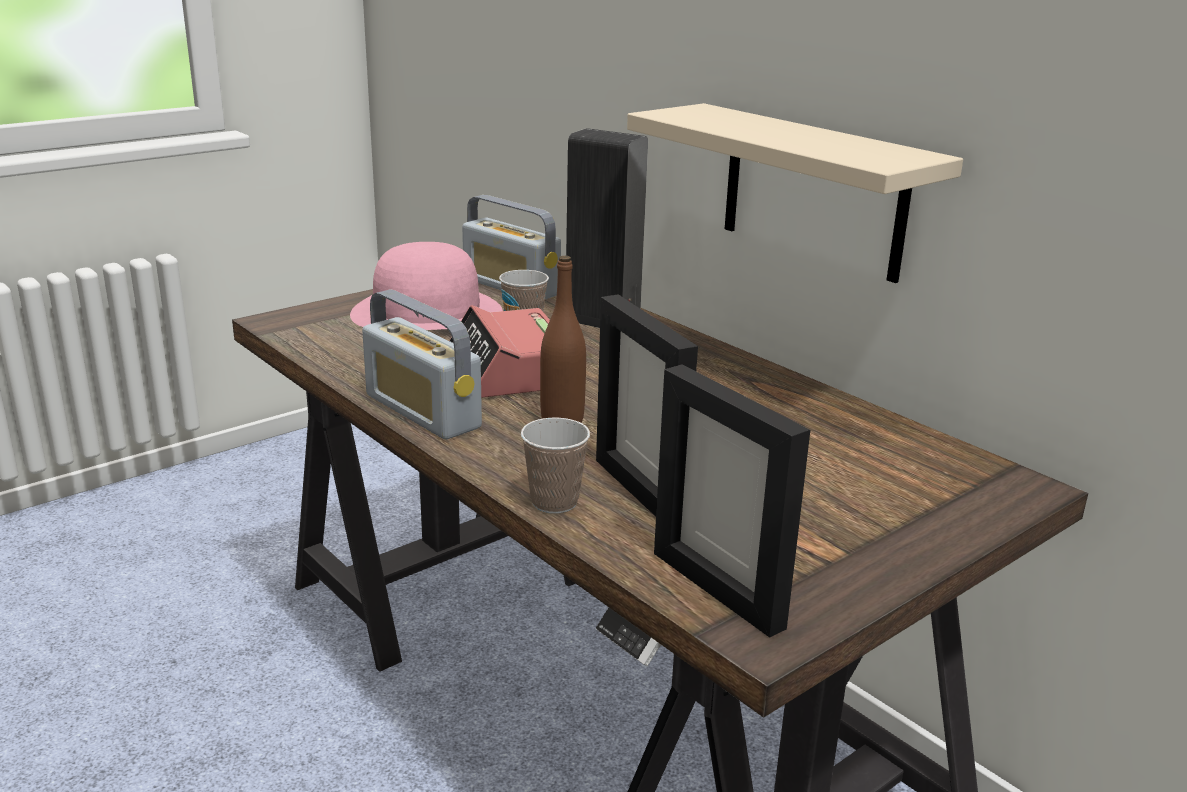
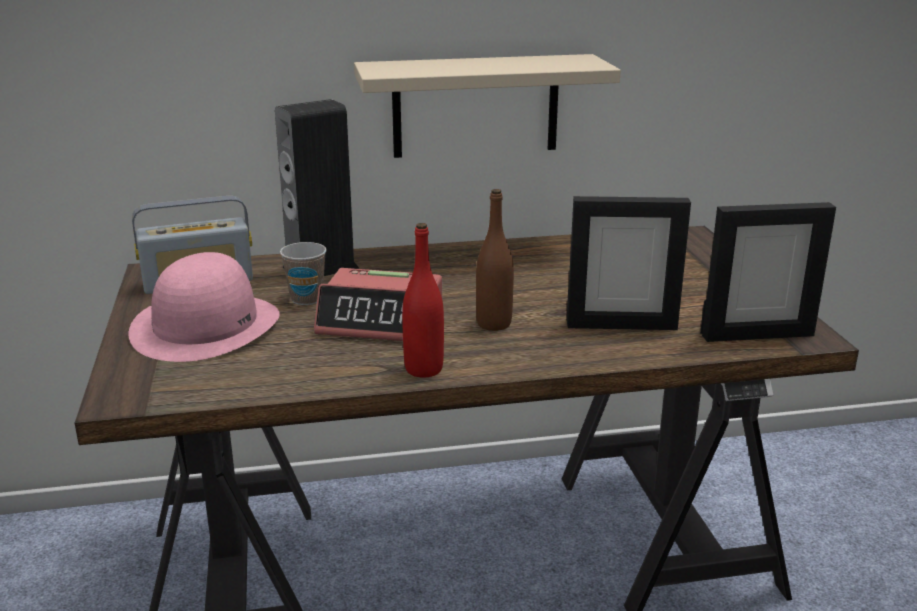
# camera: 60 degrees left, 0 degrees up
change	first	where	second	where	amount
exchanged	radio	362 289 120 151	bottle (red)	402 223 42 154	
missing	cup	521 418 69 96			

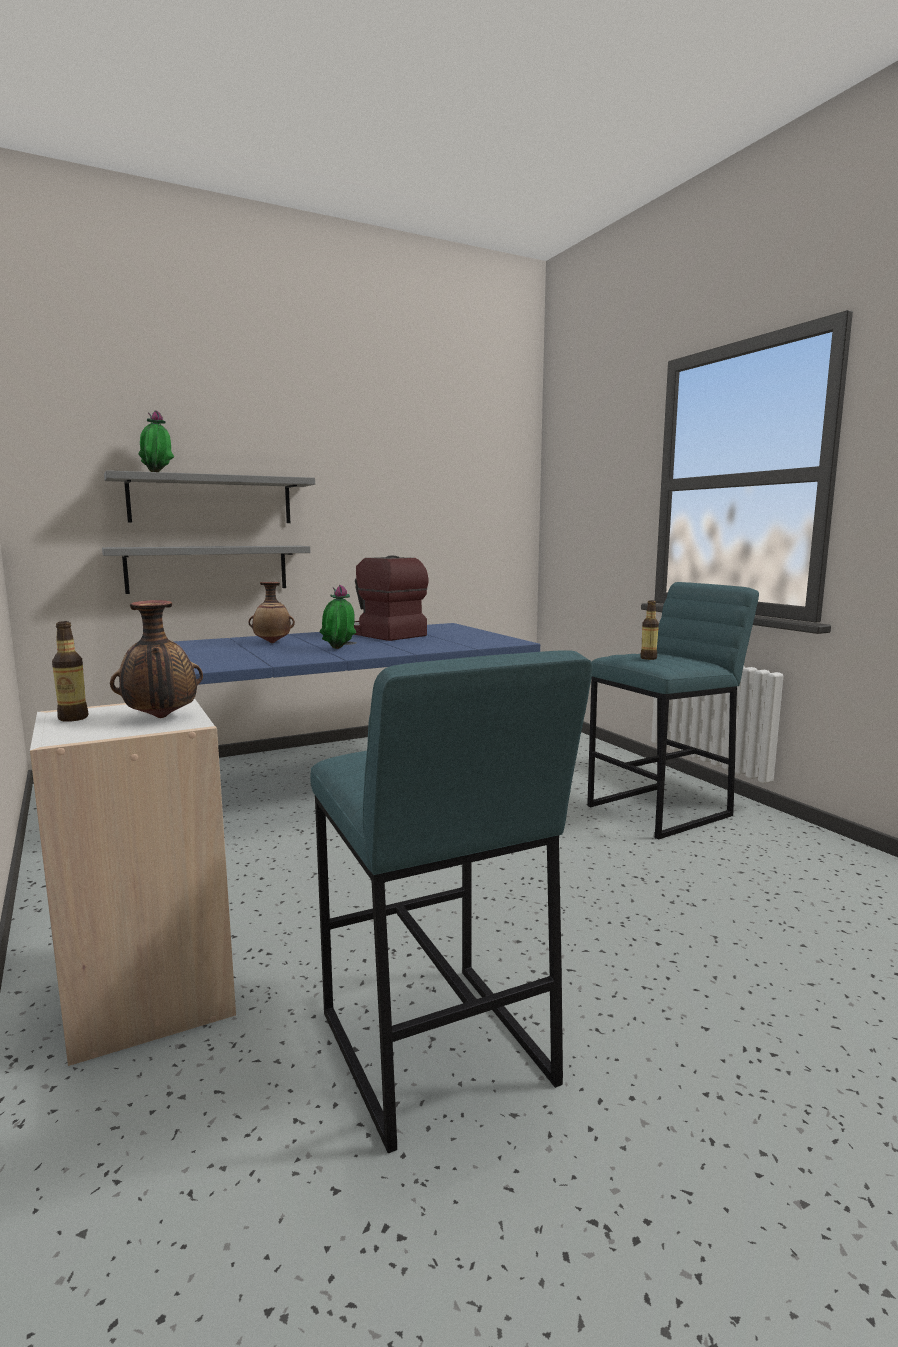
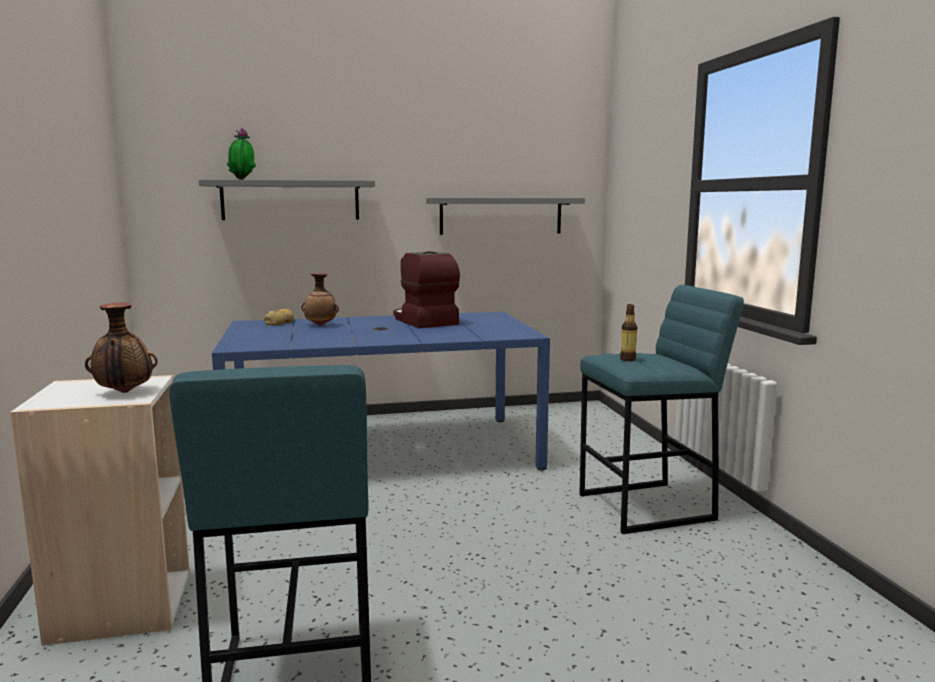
# camera: 15 degrees right, 0 degrees up
change	first	where	second	where	amount
missing	bottle	52 621 36 101			
relocated	shelf (grey)	102 546 208 48		426 198 159 37	
missing	potted plant	320 585 36 64			
appeared			bread	264 309 31 16	

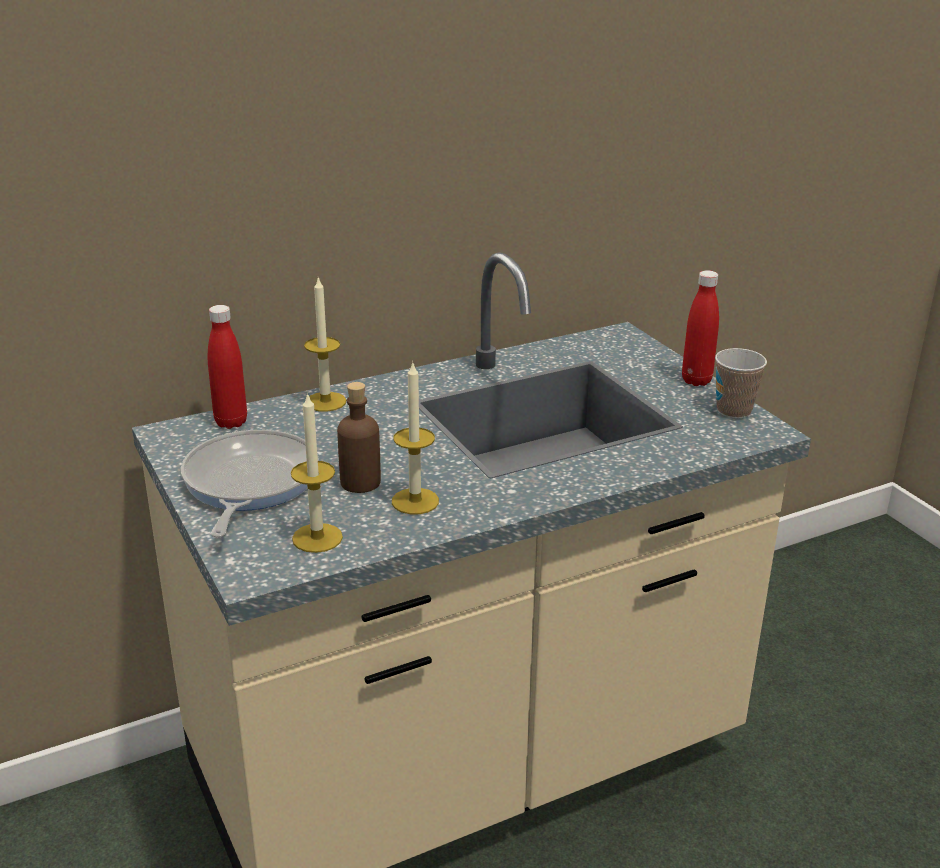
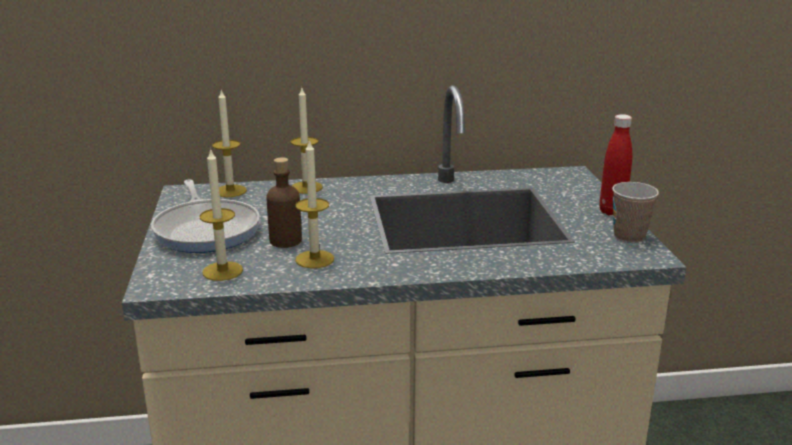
# camera: 20 degrees right, 5 degrees down
change	first	where	second	where	amount
spun	frying pan	181 430 138 108		151 179 109 74	135 degrees clockwise
exchanged	bottle (red)	208 305 39 124	candle	212 89 35 108	

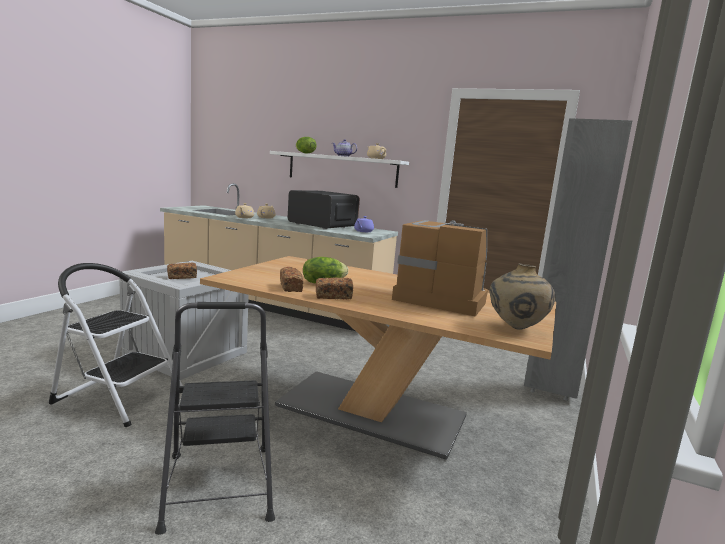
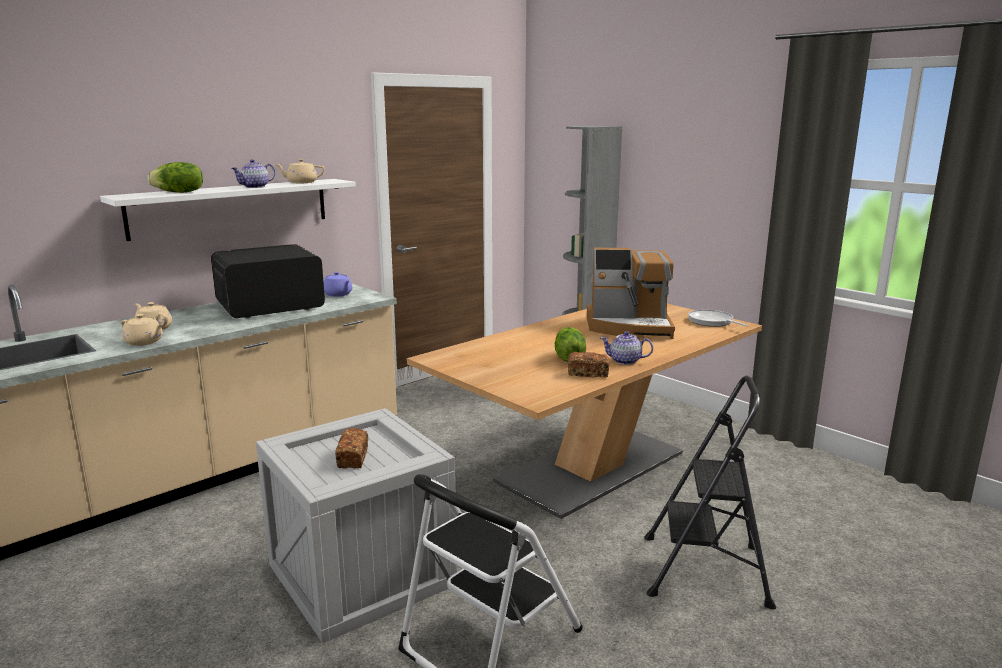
# camera: 65 degrees left, 5 degrees up
change	first	where	second	where	amount
exchanged	bread	316 278 37 21	teapot	600 331 53 34	
spun	coffee machine	392 220 96 97		587 248 88 91	135 degrees counterclockwise
exchanged	vase (beige)	489 263 66 67	frying pan	688 309 60 18	

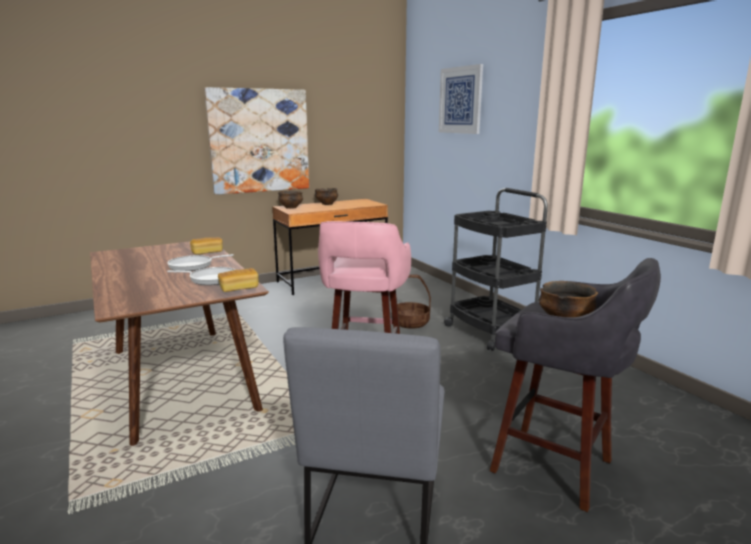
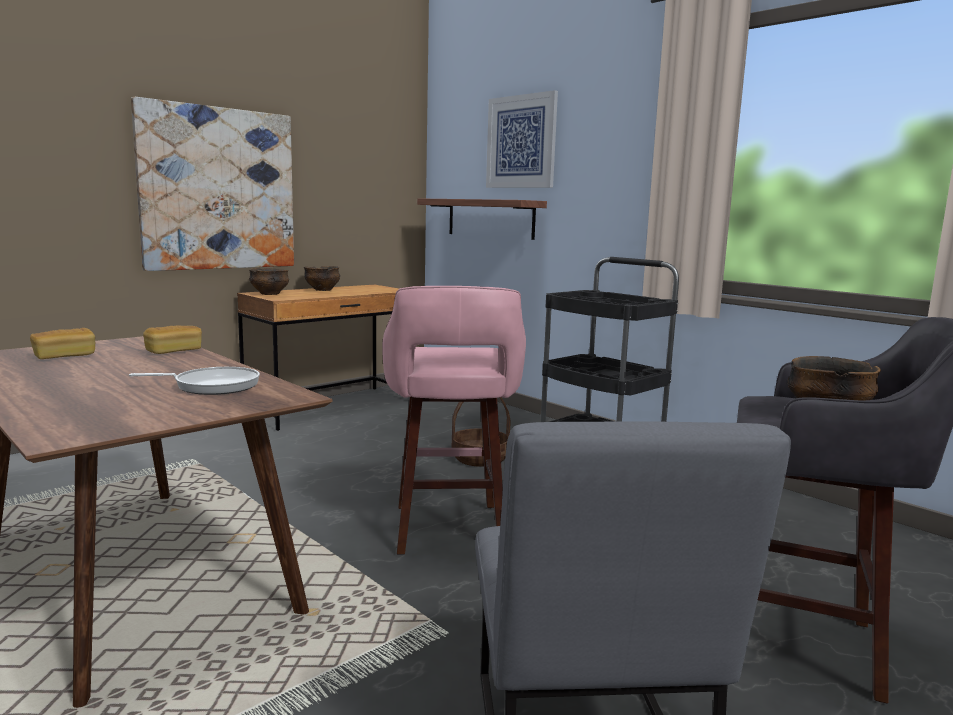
# camera: 15 degrees left, 5 degrees down
change	first	where	second	where	amount
missing	frying pan	167 254 67 17			
relocated	bread	218 268 41 24		30 328 65 31	
appeared			shelf	417 198 130 42	

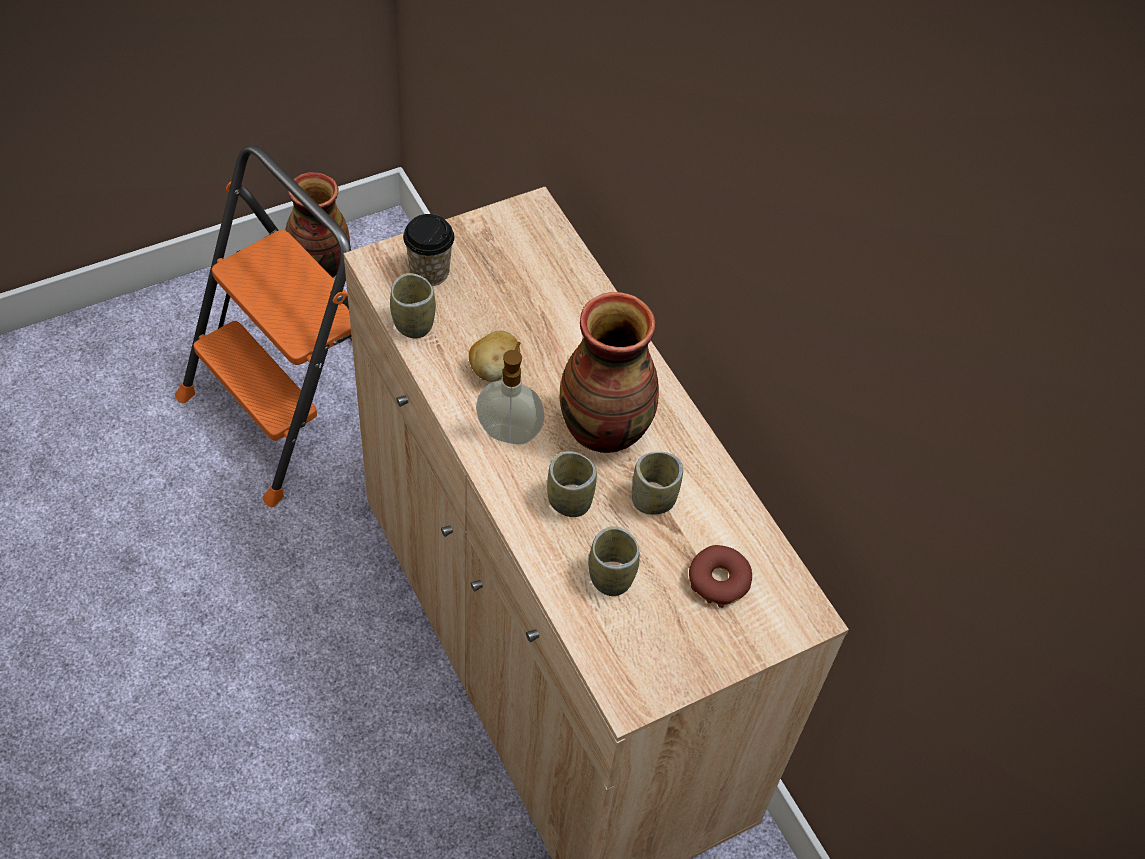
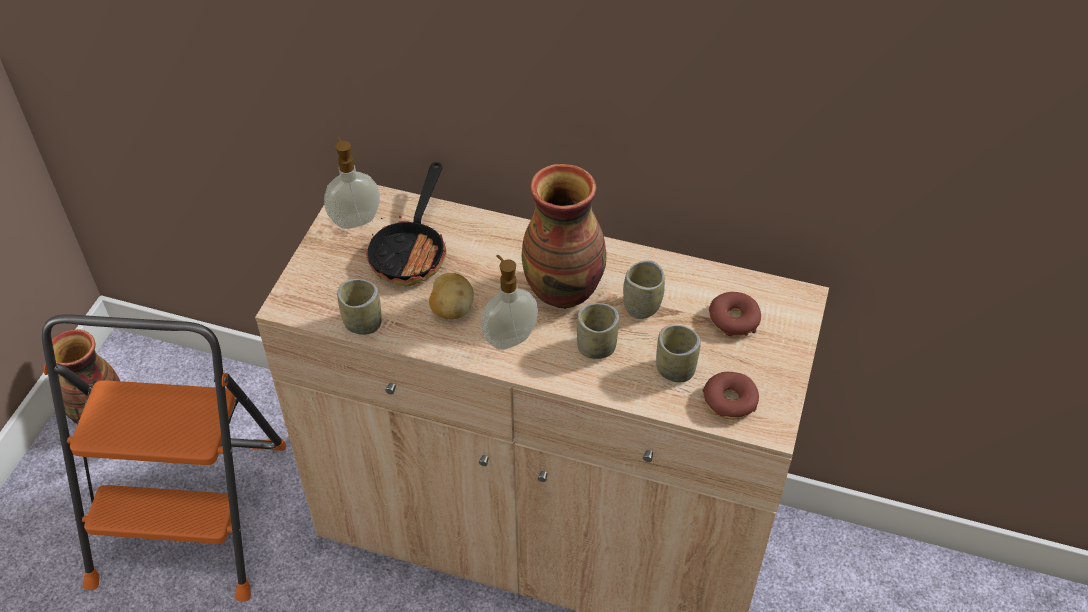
# camera: 40 degrees left, 5 degrees down
change	first	where	second	where	amount
missing	cup	403 214 51 72			
appeared			soap dispenser	324 137 56 92	
appeared			frying pan	365 162 81 124	
appeared			donut	703 372 56 47	

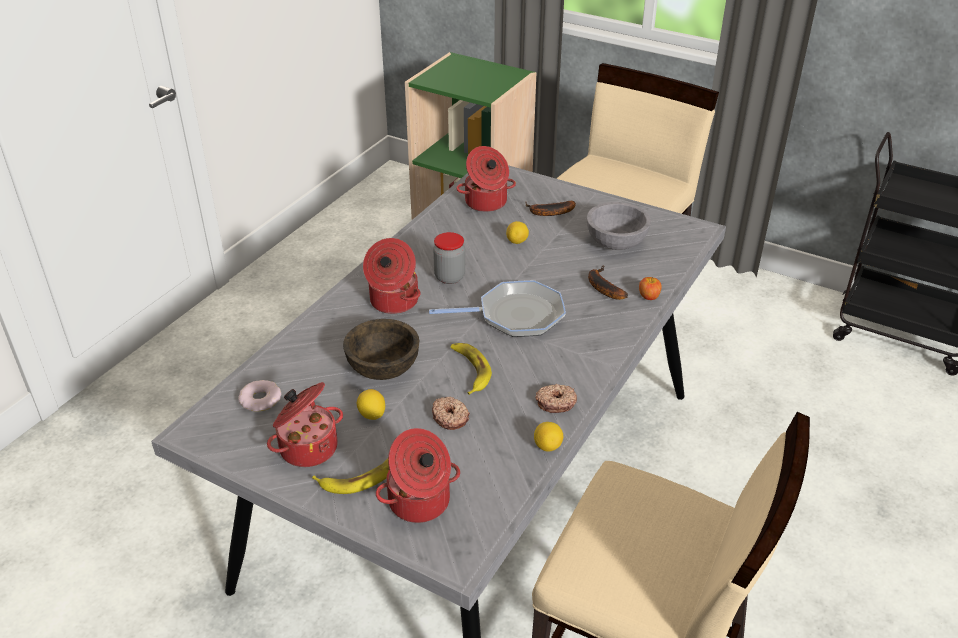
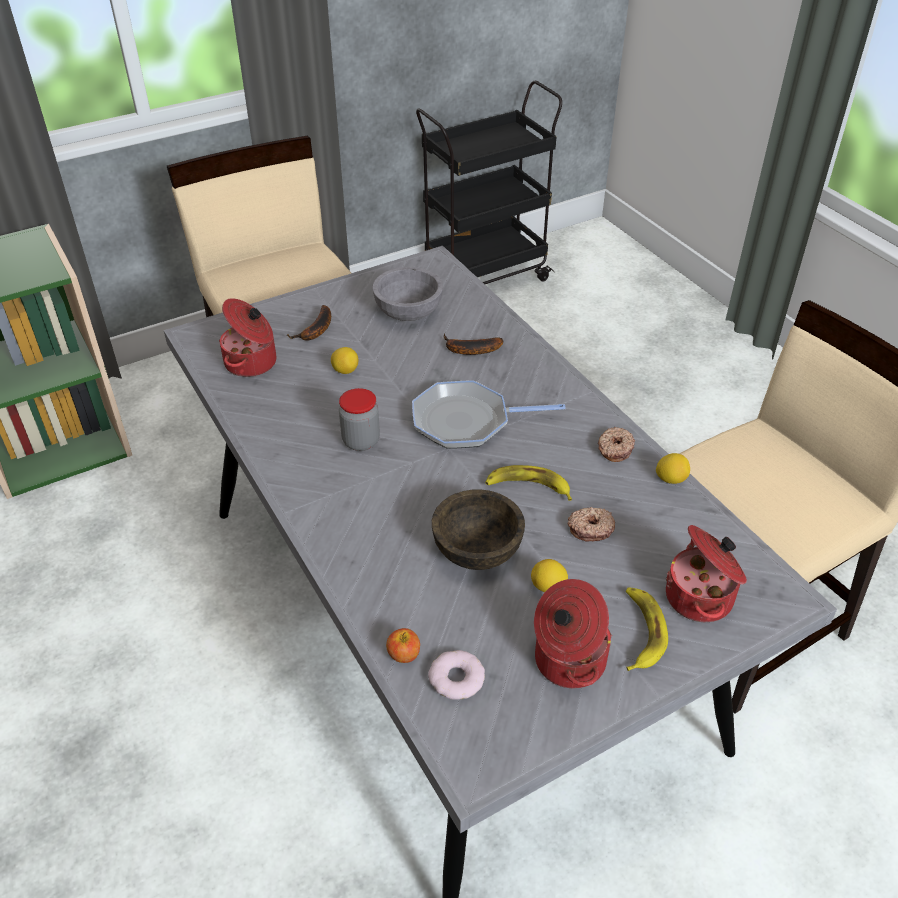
# camera: 60 degrees left, 5 degrees up
change	first	where	second	where	amount
missing	cooking pot	363 238 58 76			
spun	frying pan	429 280 137 57		412 380 154 69	120 degrees counterclockwise
relocated	apple	639 277 23 23		386 628 34 35	

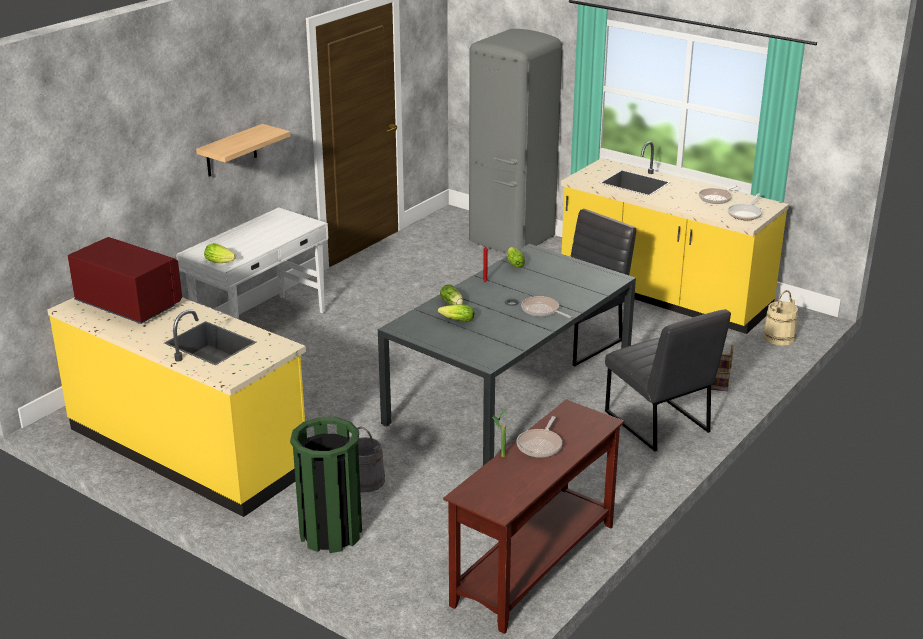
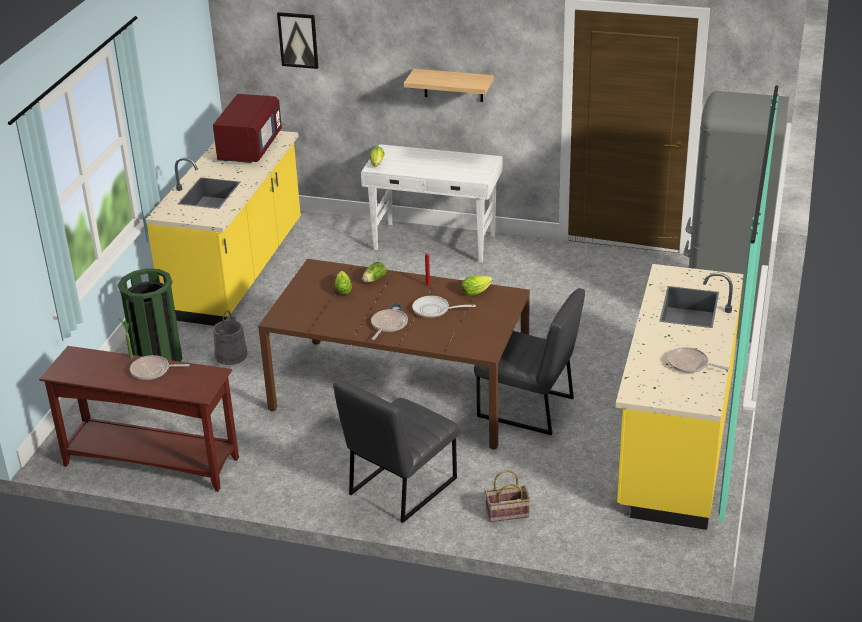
# camera: 70 degrees right, 5 degrees up
change	first	where	second	where	amount
colour	dining table (grey)	378 244 258 222	dining table (brown)	258 259 272 190	
relocated	frying pan	728 193 34 27		412 296 64 22	
missing	bucket (beige)	763 290 35 56			
appeared			picture	277 12 42 57	

